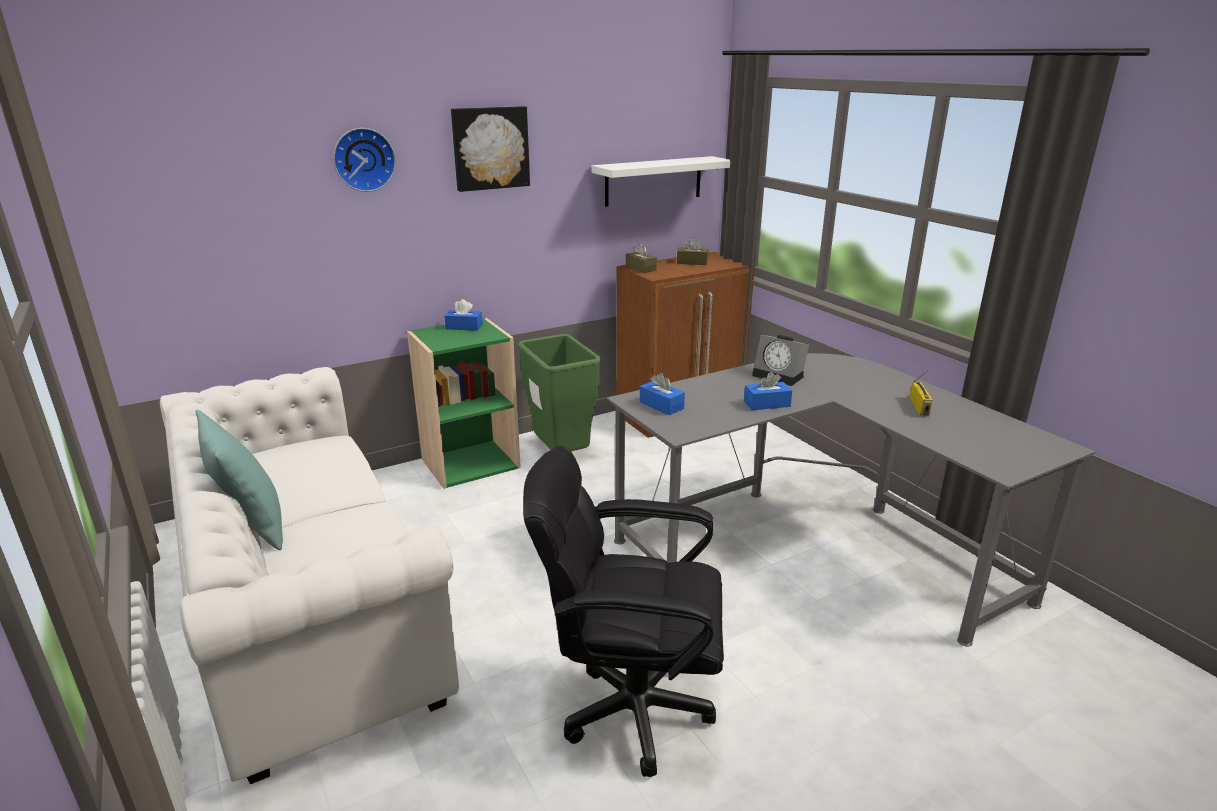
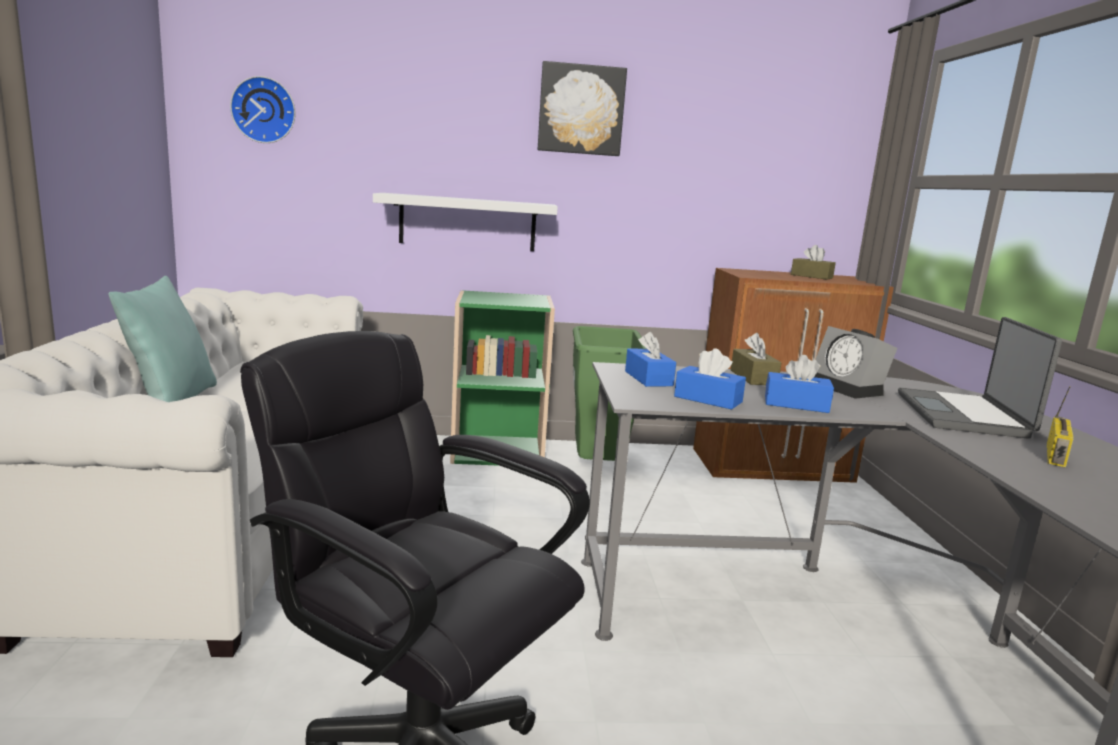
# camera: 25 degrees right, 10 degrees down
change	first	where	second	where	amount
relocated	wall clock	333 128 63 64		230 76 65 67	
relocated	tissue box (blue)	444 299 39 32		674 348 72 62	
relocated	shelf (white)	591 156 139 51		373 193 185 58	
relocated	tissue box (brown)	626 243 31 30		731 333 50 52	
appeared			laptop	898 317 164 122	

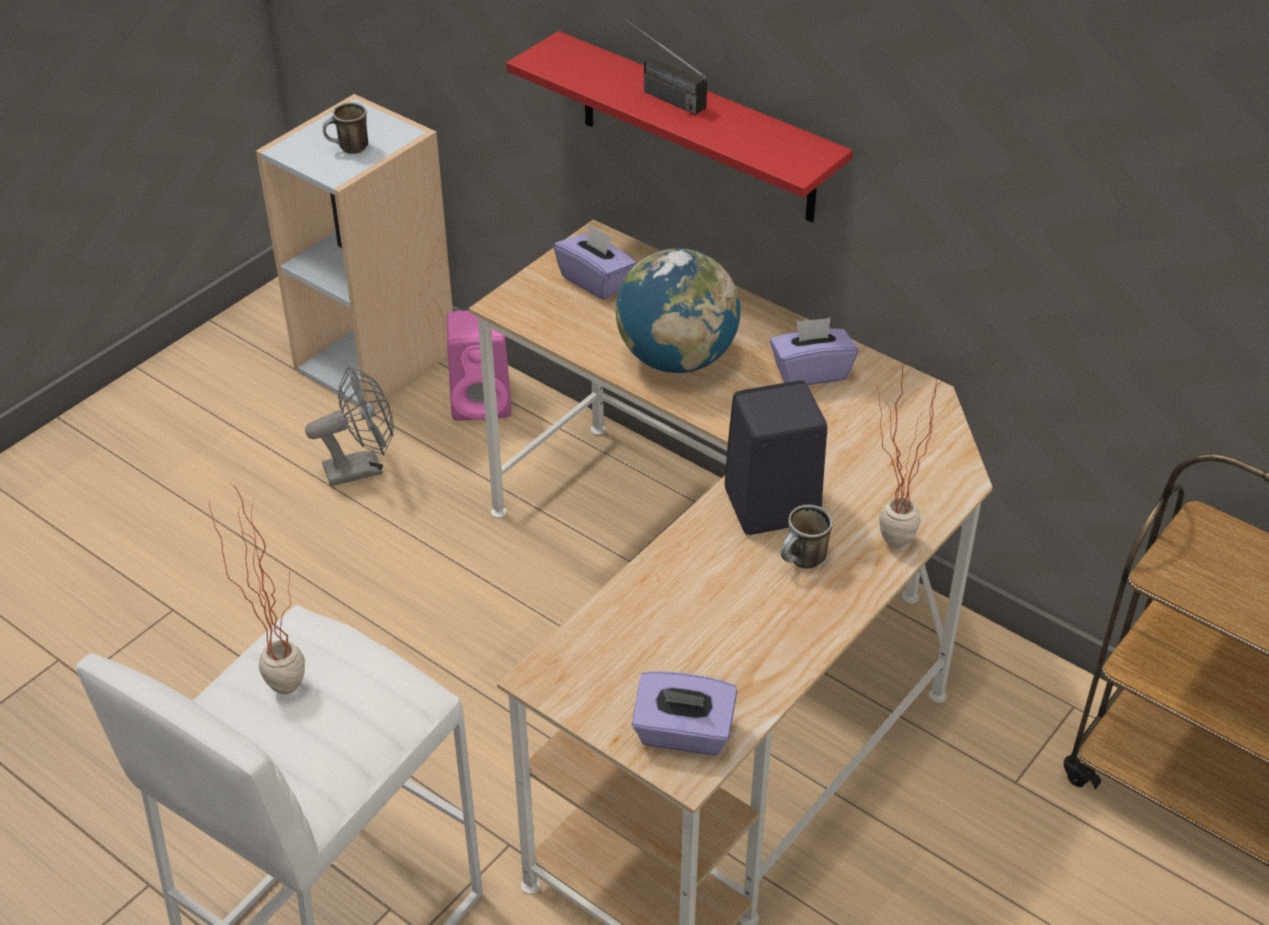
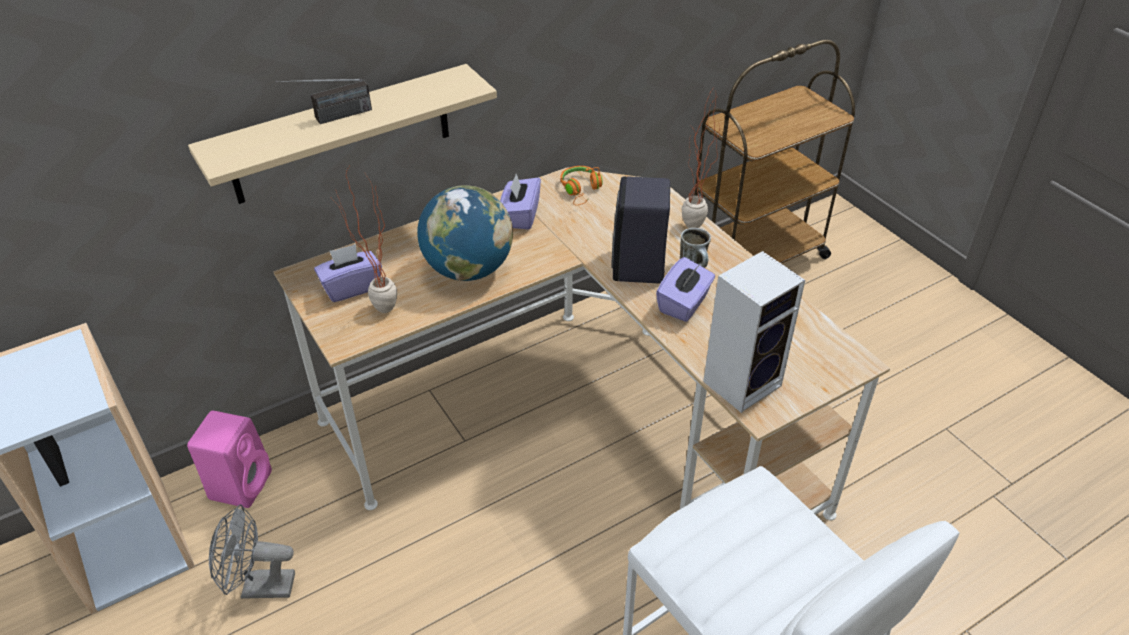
# camera: 70 degrees left, 0 degrees up
change	first	where	second	where	amount
relocated	potted plant	209 484 96 210		332 167 65 146	
spun	fan (grey)	305 366 88 120		209 504 86 95	90 degrees counterclockwise
missing	mug	323 102 45 52			
colour	shelf (red)	506 31 347 191	shelf (beige)	188 64 309 140	
relocated	tissue box (purple)	632 671 106 84		656 257 59 65	
appeared			headphones (orange)	560 166 43 40	
appeared			speaker	703 251 102 162	

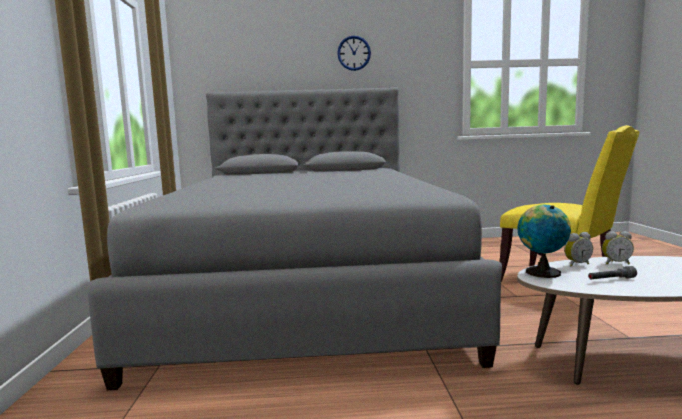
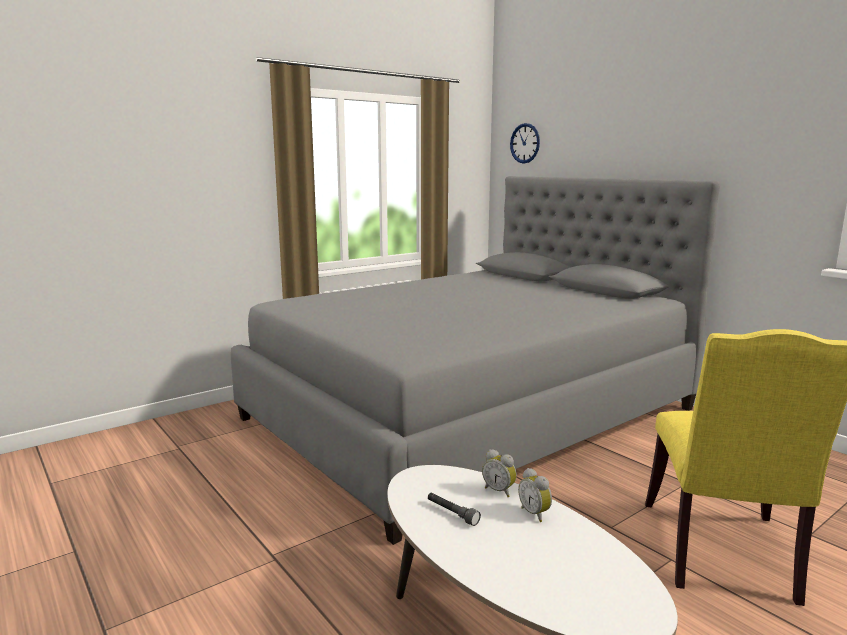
# camera: 55 degrees right, 5 degrees up
change	first	where	second	where	amount
relocated	wall clock	337 36 34 35		510 123 30 40	
missing	globe	518 204 53 74			

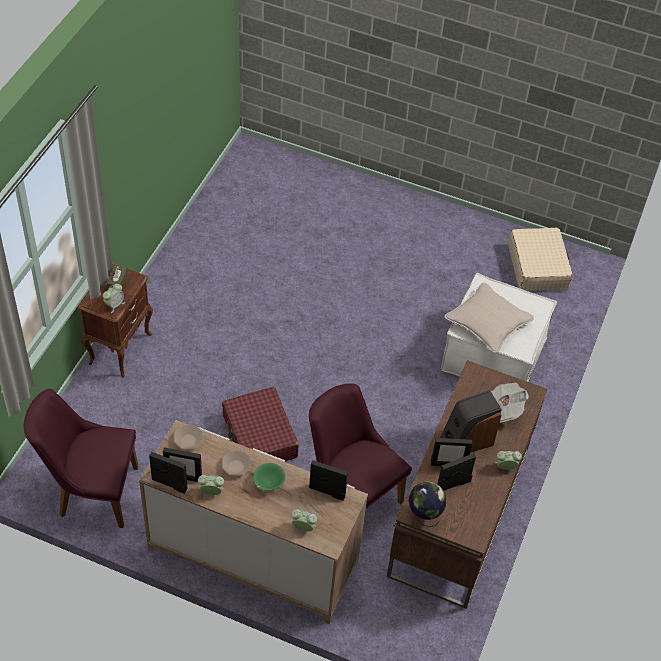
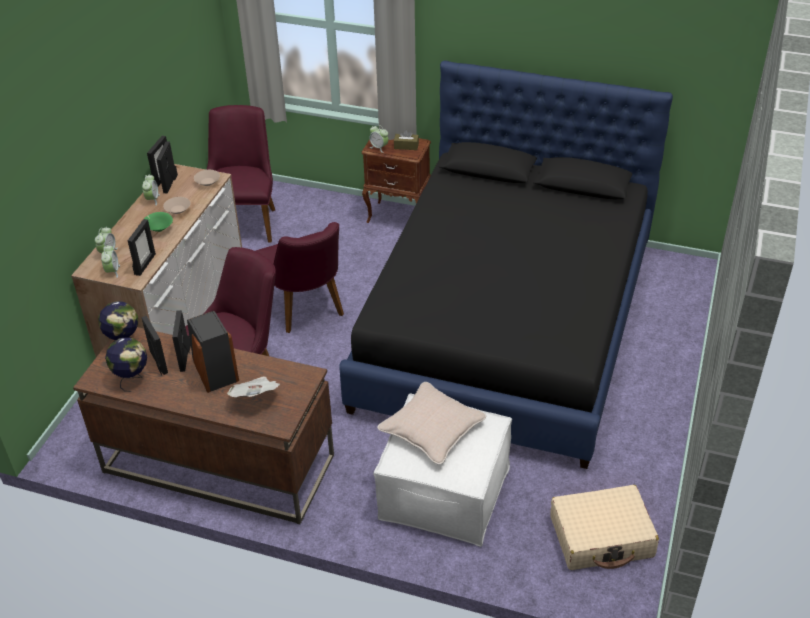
# camera: 90 degrees right, 10 degrees down
change	first	where	second	where	amount
exchanged	suitcase (red)	222 387 77 74	chair (purple)	256 222 88 111	
relocated	alarm clock	495 451 27 19		101 245 19 33	
appeared			globe	105 337 42 55	
appeared			bed (black)	339 60 334 409	

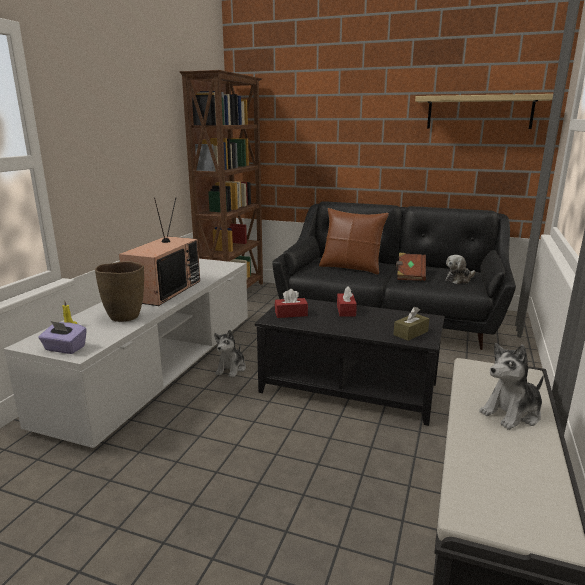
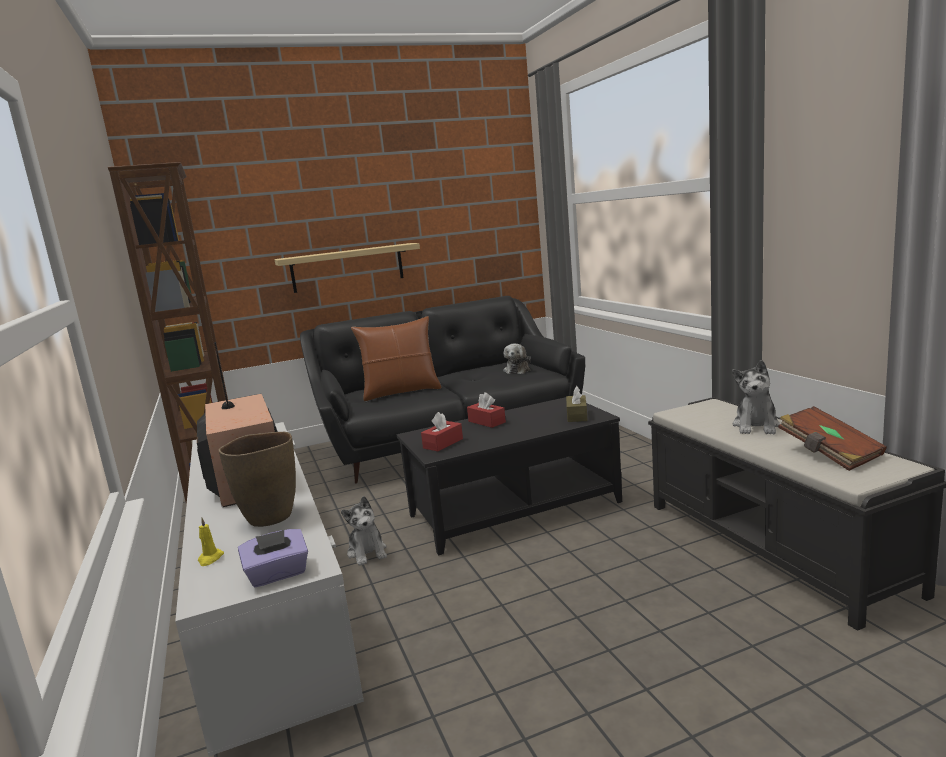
# camera: 40 degrees left, 5 degrees down
change	first	where	second	where	amount
relocated	book (brown)	396 253 30 28		778 406 109 65	
relocated	shelf	415 94 138 35		274 243 146 50	

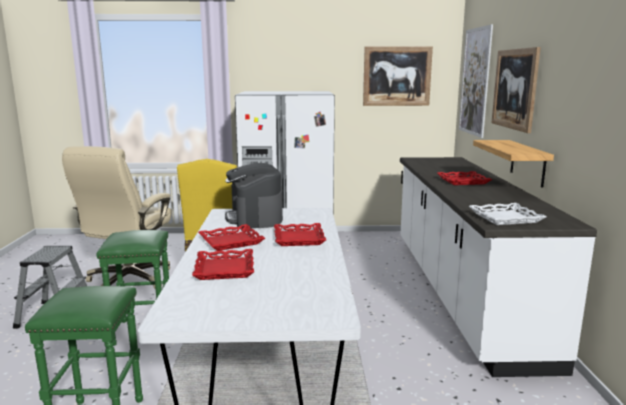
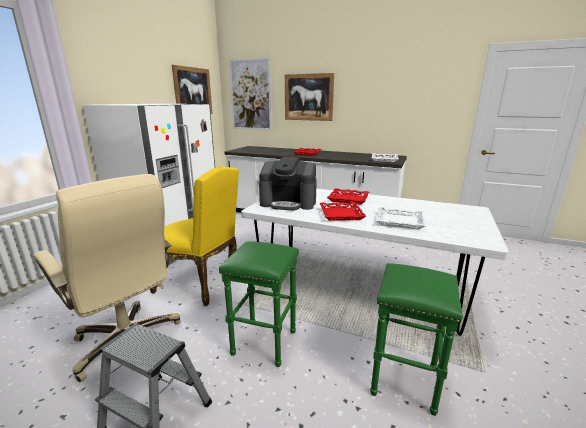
# camera: 65 degrees left, 5 degrees up
change	first	where	second	where	amount
colour	tray (red)	192 249 62 31	tray (white)	376 207 50 22	
missing	shelf	473 140 81 48			

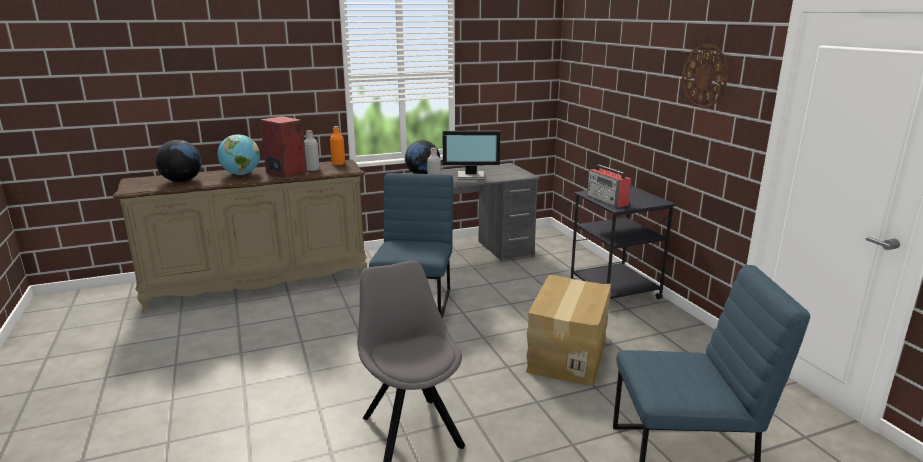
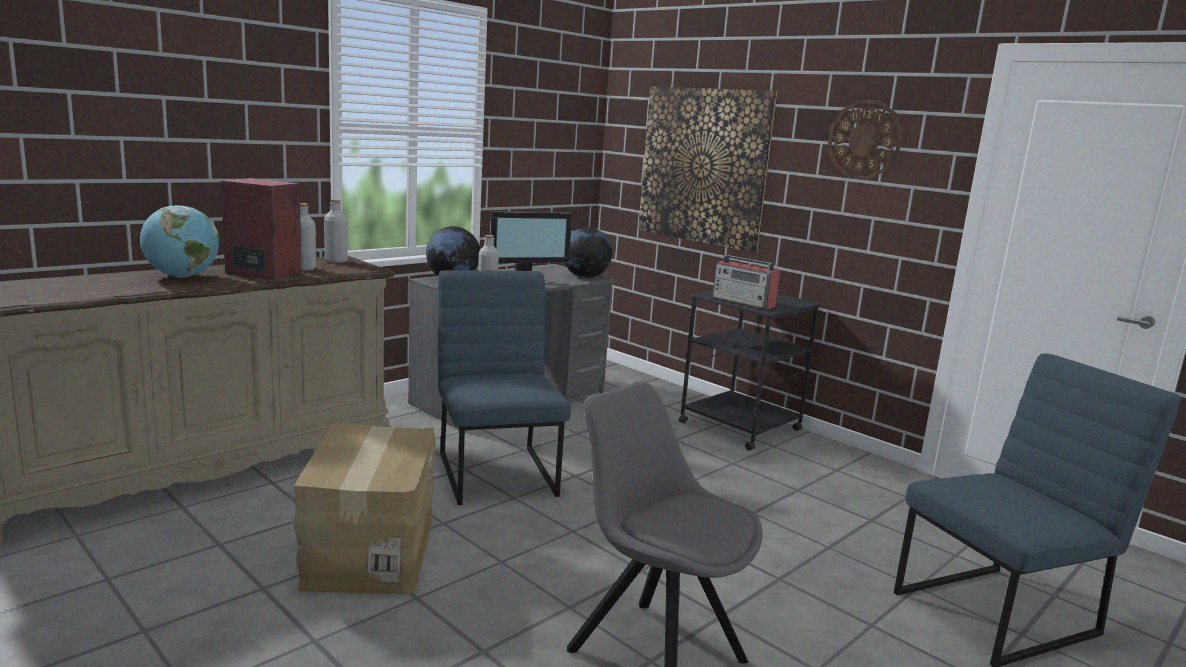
# camera: 25 degrees left, 5 degrees down
change	first	where	second	where	amount
relocated	globe	155 140 47 42		565 227 47 51	
colour	bottle (orange)	330 126 15 39	bottle (grey)	324 199 24 64	
relocated	cardboard box	526 275 85 110		293 423 143 171	
appeared			picture	638 86 139 167	

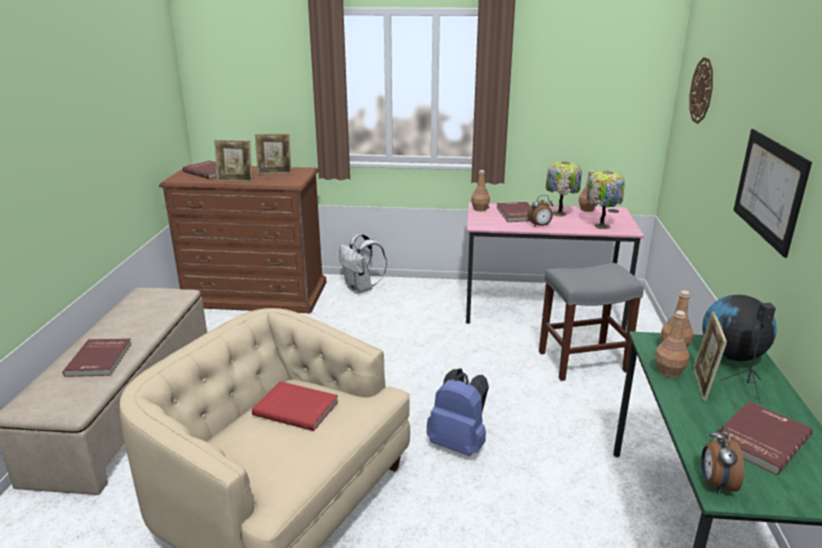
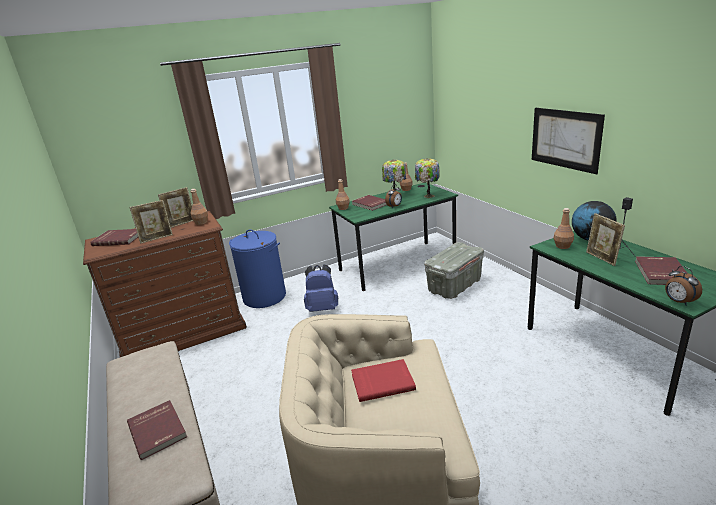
# camera: 30 degrees left, 0 degrees up
change	first	where	second	where	amount
exchanged	backpack (white)	339 234 48 60	laundry basket (blue)	229 229 57 79	
relocated	backpack (blue)	426 368 63 88		304 264 34 48	
colour	desk (pink)	466 203 178 128	desk (green)	329 183 129 108	
exchanged	stool (grey)	539 263 105 118	storage box (grey)	424 242 60 57	
relocated	bottle (brown)	655 311 35 67		190 189 18 36	
missing	wall clock	689 57 24 67			

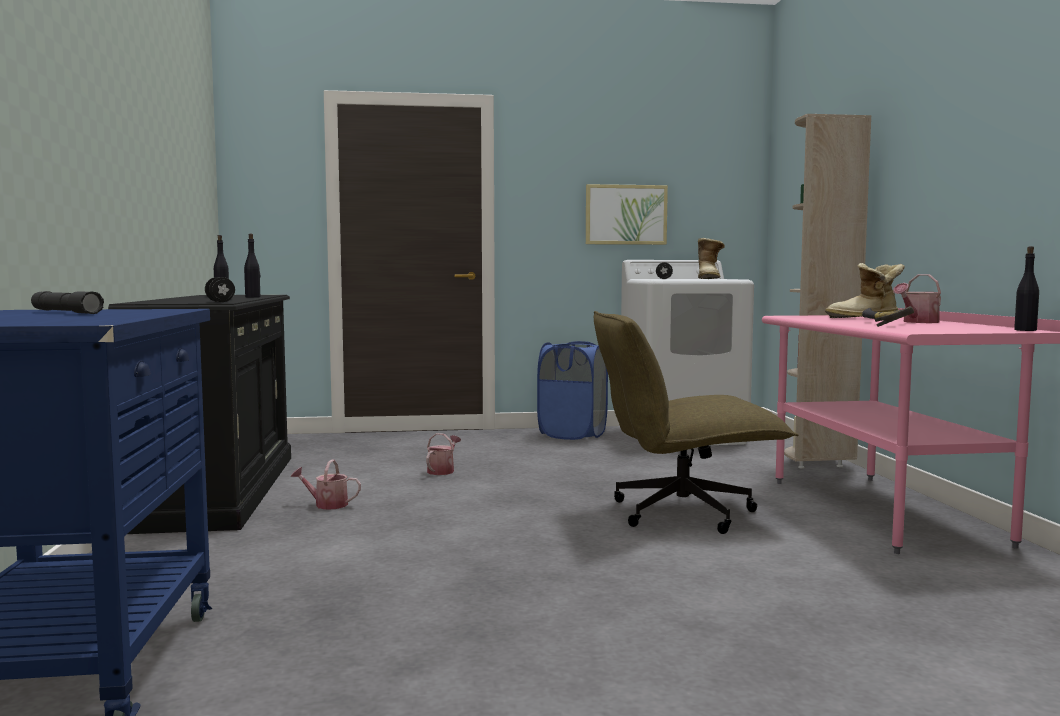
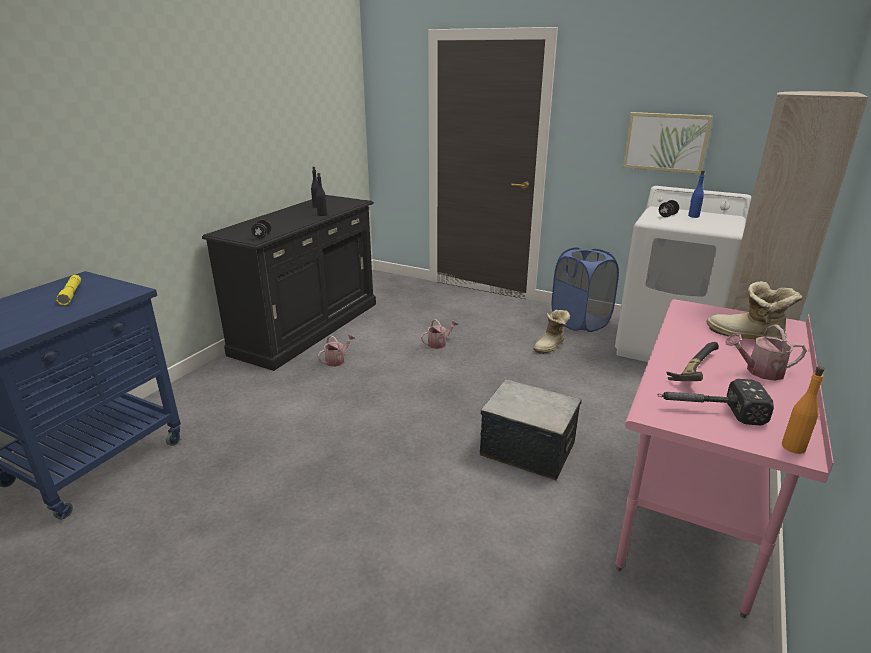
# camera: 35 degrees right, 20 degrees up
change	first	where	second	where	amount
colour	flashlight (grey)	31 291 73 23	flashlight (yellow)	56 275 25 31	
spun	watering can	291 459 70 51		318 334 37 33	90 degrees clockwise
exchanged	office chair (beige)	594 311 204 223	storage box	480 380 102 100	
relocated	boot	698 238 27 41		533 310 37 44	
colour	bottle (black)	1014 246 25 85	bottle (orange)	782 366 42 88	
appeared			hammer	658 379 116 46	
appeared			bottle (blue)	688 171 17 47	

